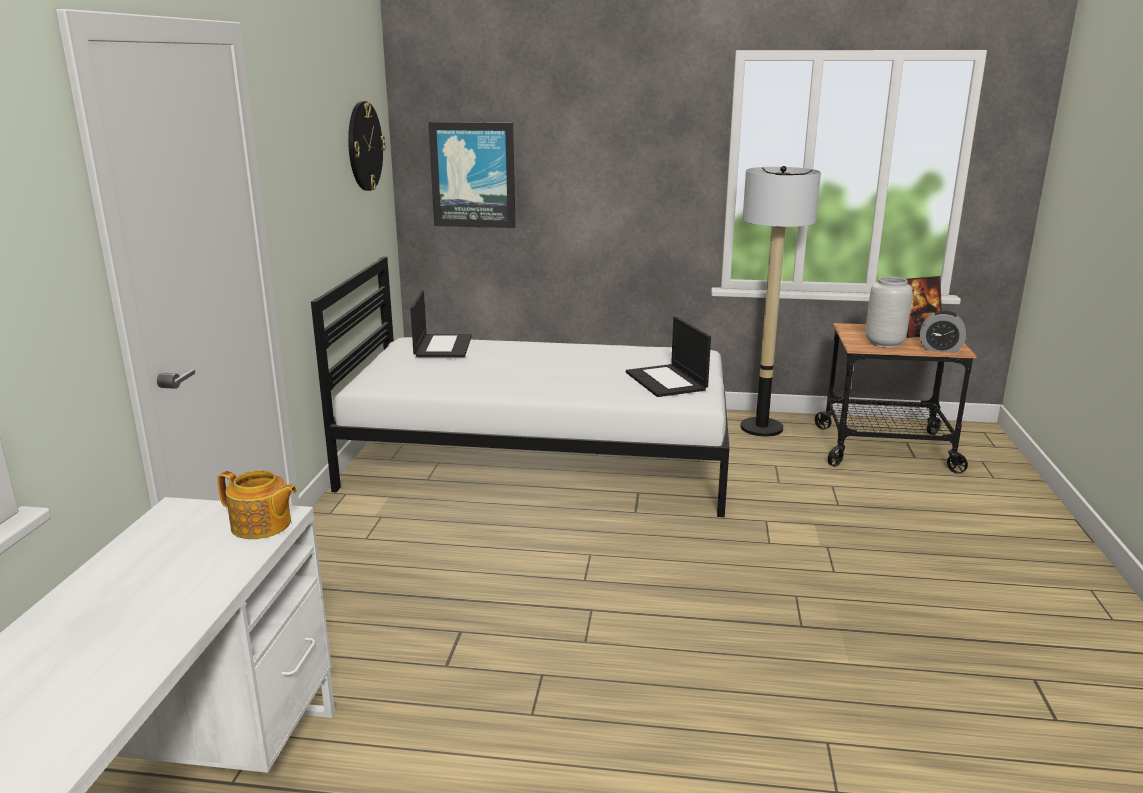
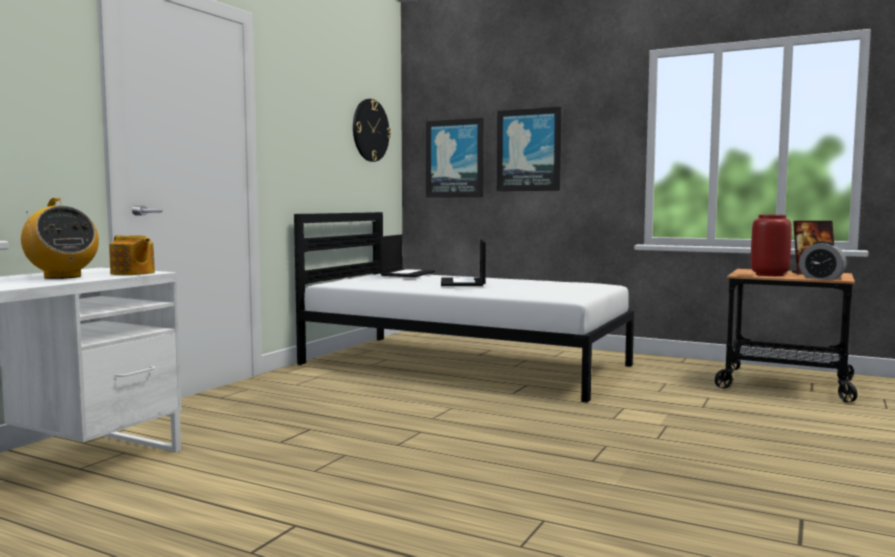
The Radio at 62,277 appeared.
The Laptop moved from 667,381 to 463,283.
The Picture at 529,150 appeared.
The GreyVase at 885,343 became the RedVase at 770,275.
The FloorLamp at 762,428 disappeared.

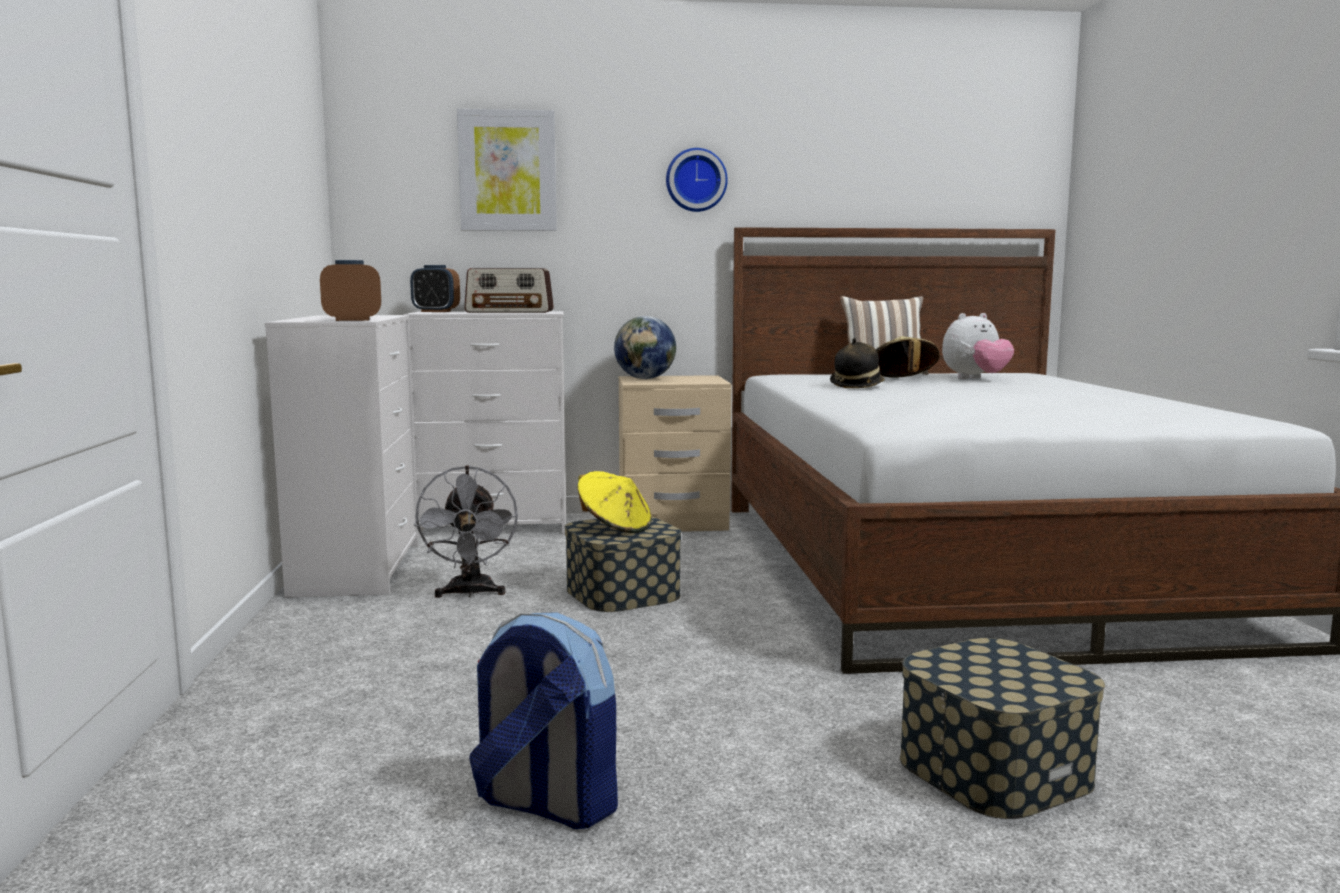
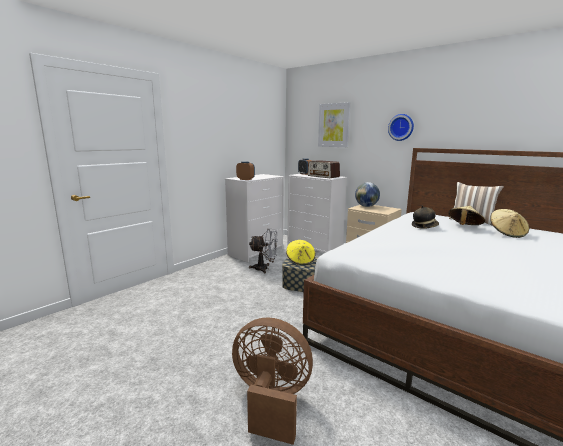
The StorageBox at 994,769 was replaced by the BrownFan at 271,401.
The GreyFan at 470,593 turned 120 degrees counterclockwise.
The PlushToy at 975,378 was replaced by the BeigeHat at 507,233.
The Backpack at 545,804 disappeared.

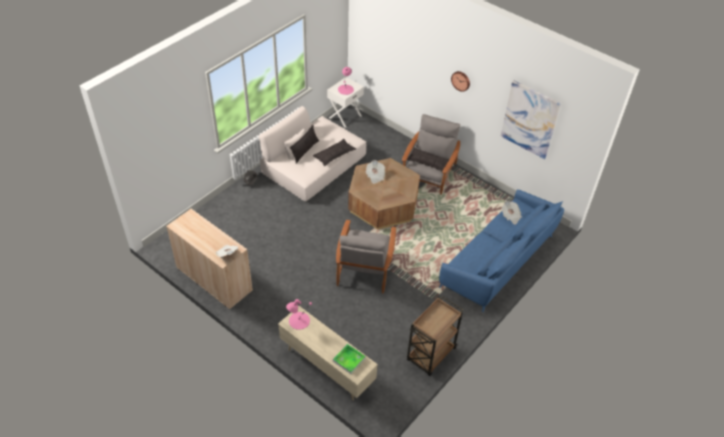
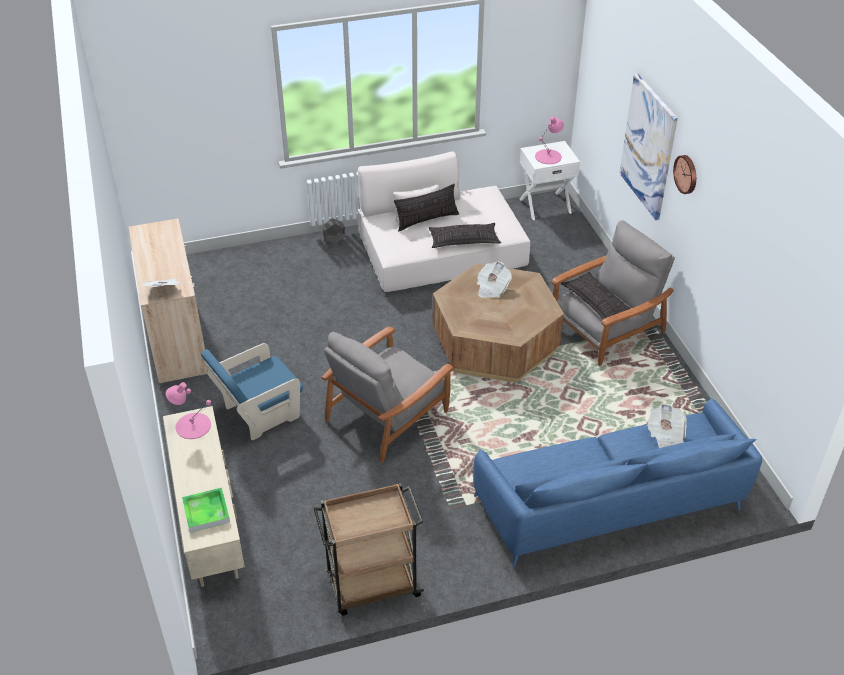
The BlueArmchair at 259,415 appeared.
The Picture moved from 530,119 to 648,147.

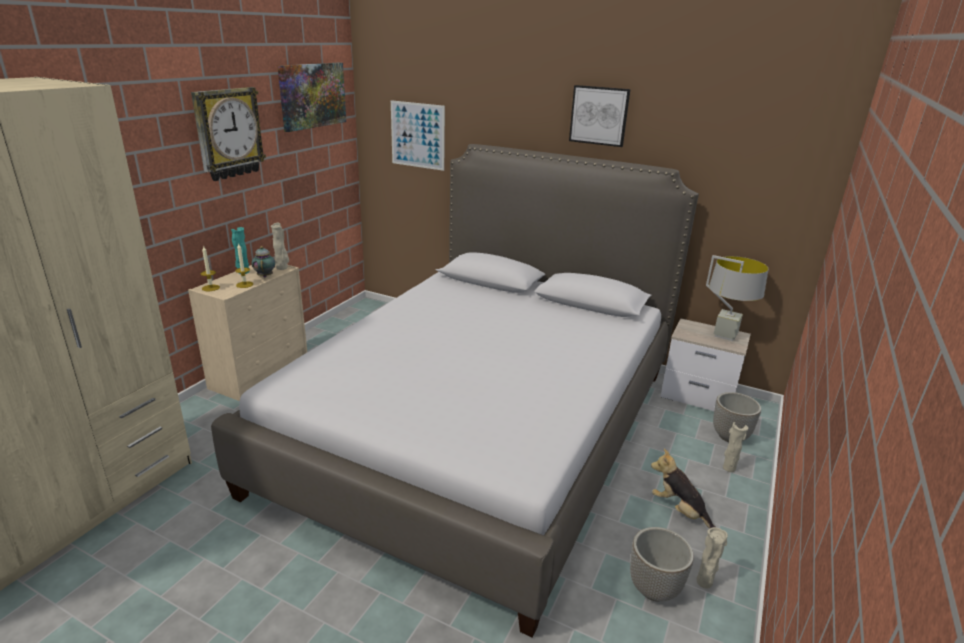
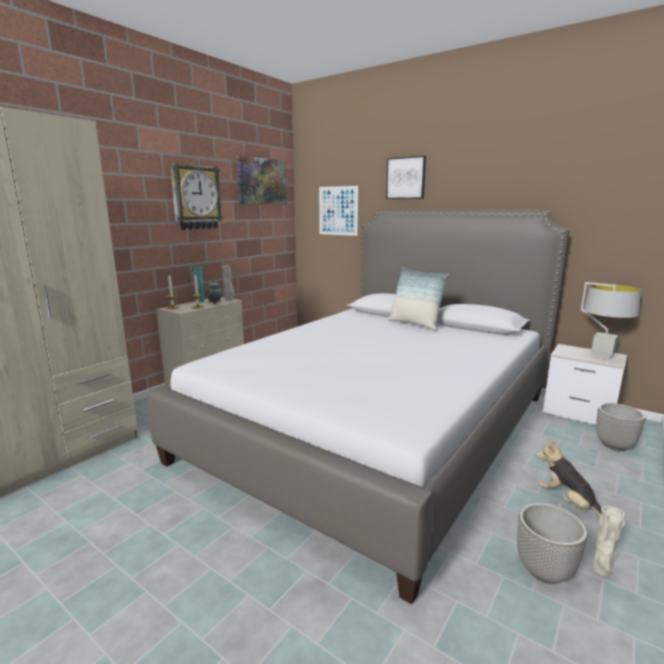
The Picture moved from 599,115 to 406,178.
The Pillow at 414,324 appeared.
The BeigeVase at 728,468 disappeared.

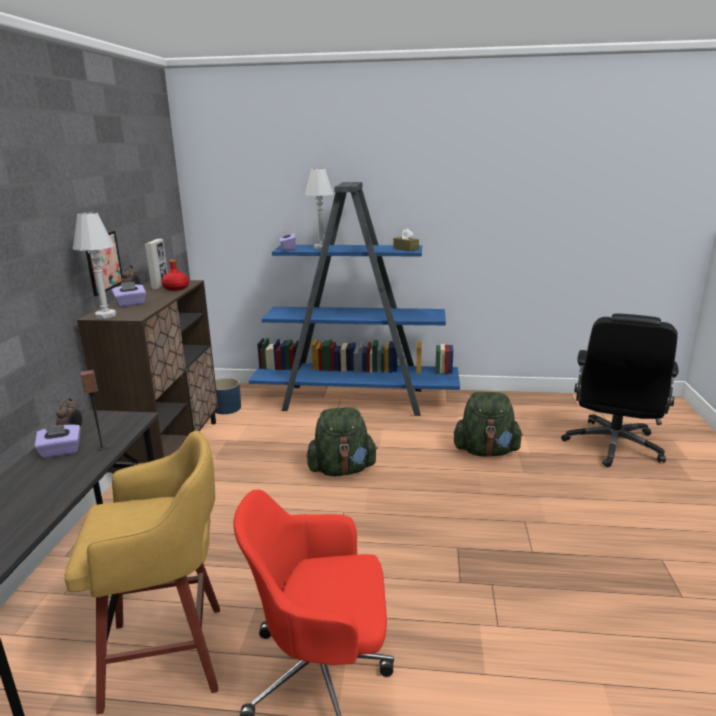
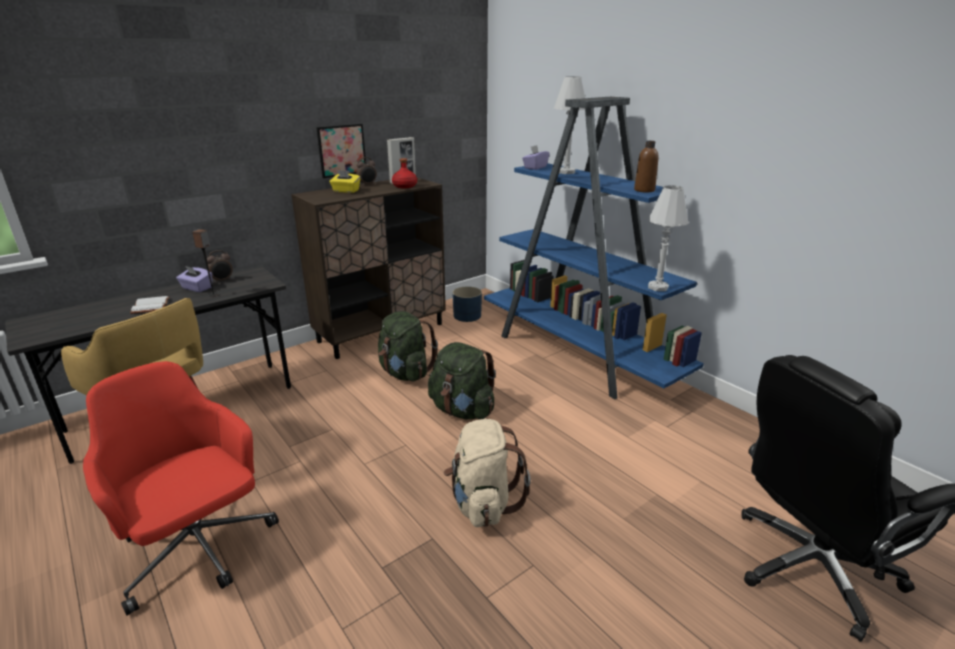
The WhiteBook at 152,306 appeared.
The PurpleTissueBox at 131,304 became the YellowTissueBox at 346,191.
The GreenBackpack moved from 486,451 to 405,373.
The BeigeBackpack at 483,503 appeared.
The BrownTissueBox at 406,249 was replaced by the BrownBottle at 644,190.
The WhiteTableLamp moved from 106,315 to 658,287.

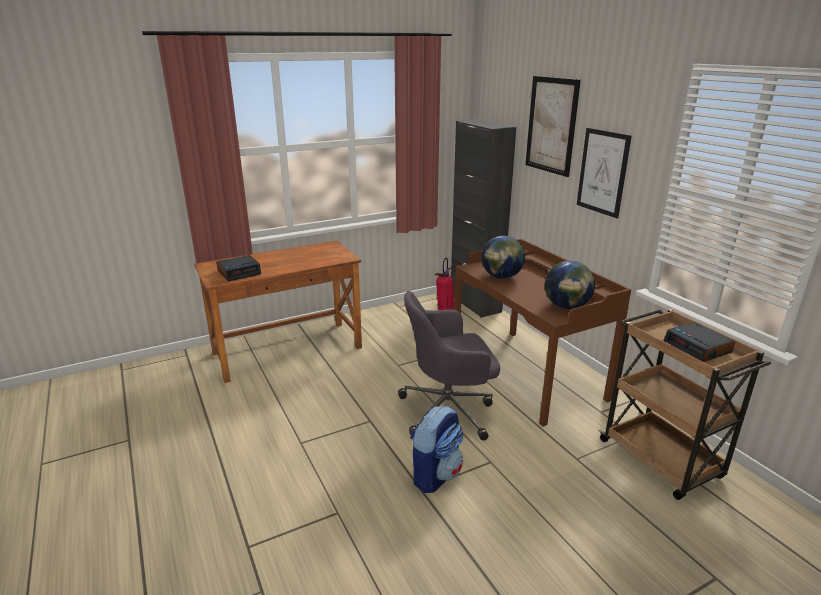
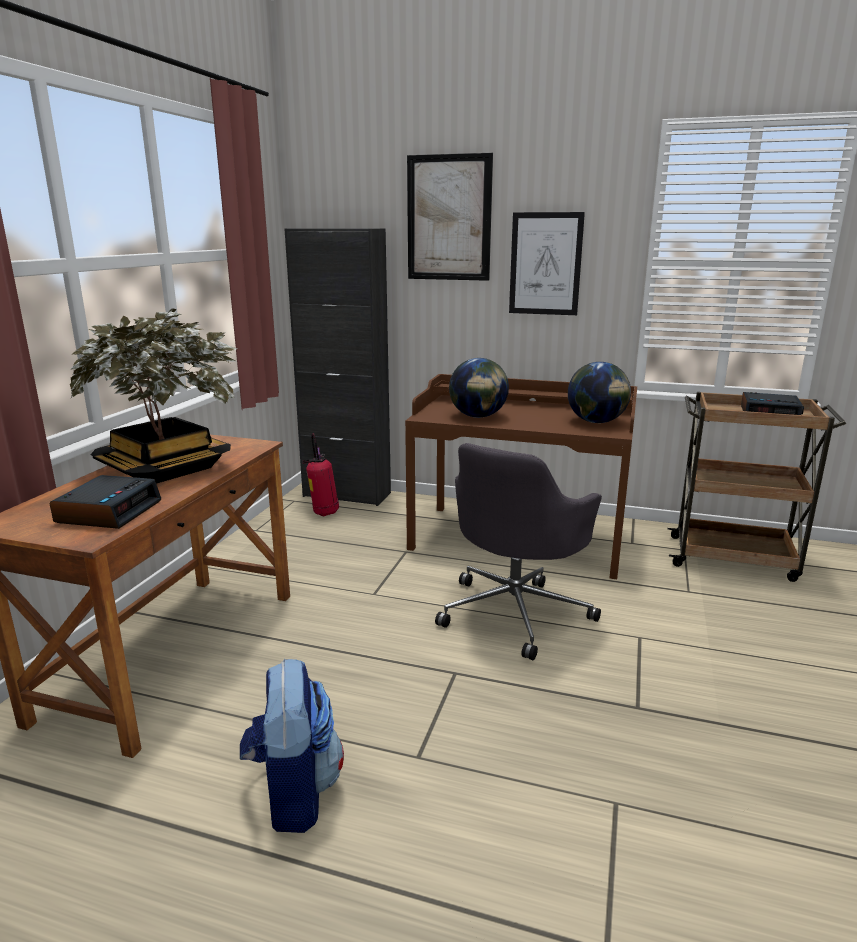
The PottedPlant at 164,468 appeared.
The Backpack moved from 435,474 to 293,792.

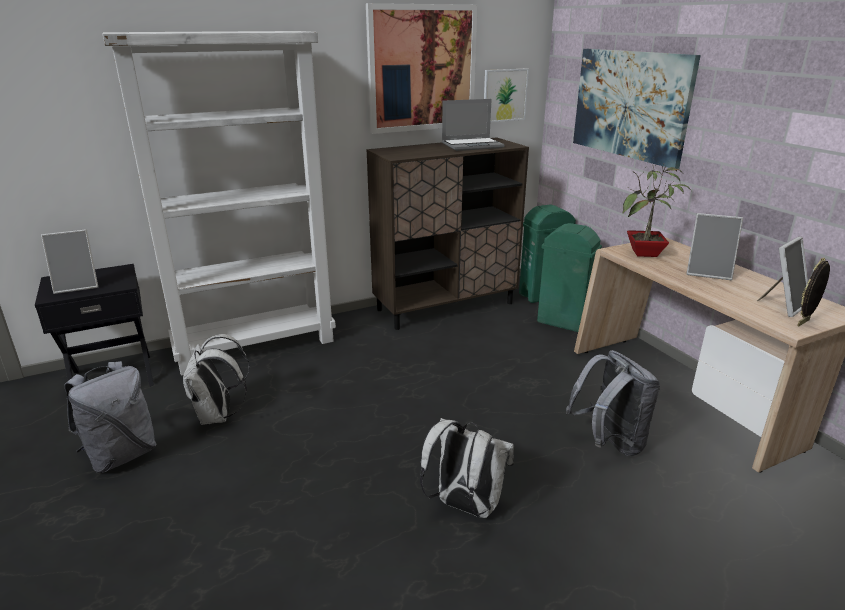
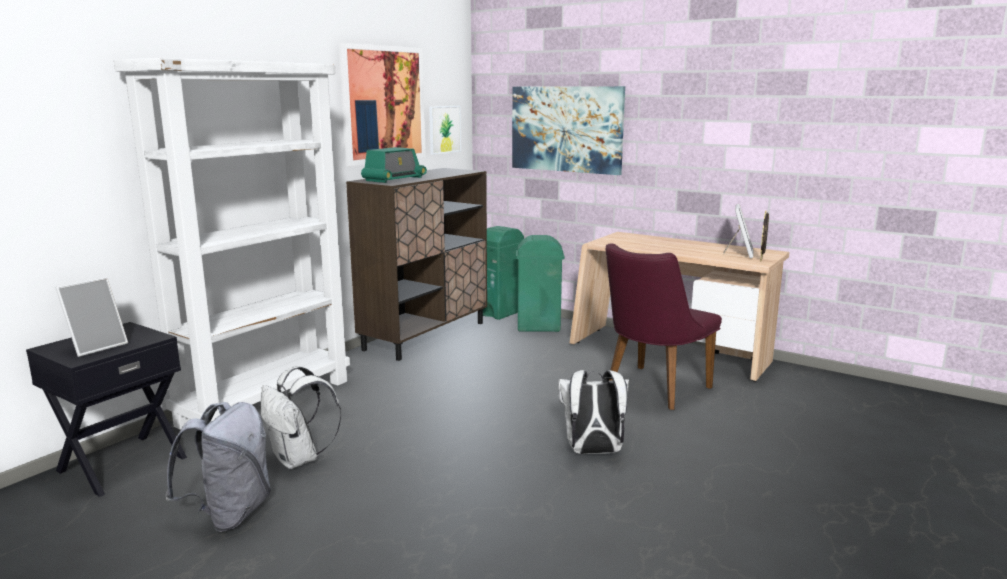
The Radio at 394,179 appeared.
The GreyBackpack at 609,443 was replaced by the PurpleChair at 651,390.
The Laptop at 472,145 disappeared.
The PottedPlant at 644,254 disappeared.
The PictureFrame at 708,272 disappeared.

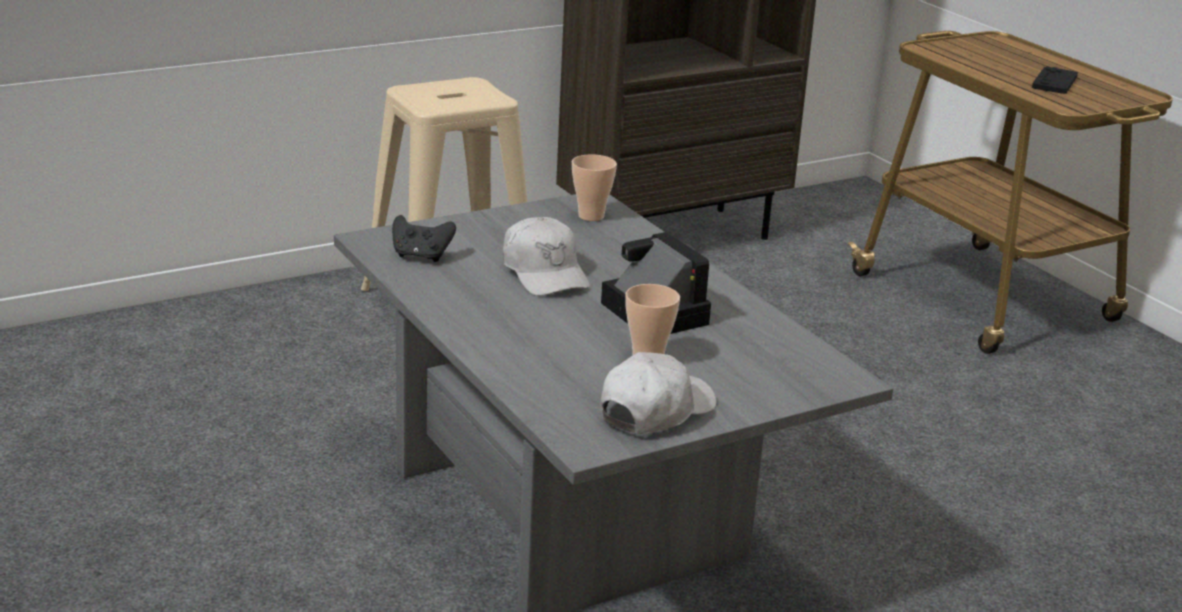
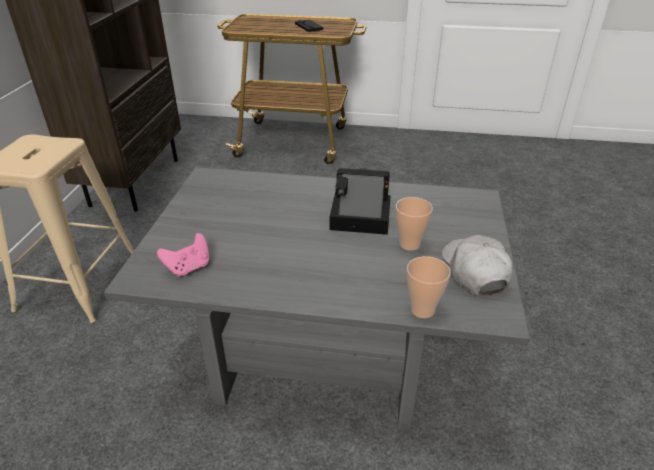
The BlackGameController at 421,256 became the PinkGameController at 189,268.
The Cup moved from 591,216 to 422,310.
The WhiteCap at 544,273 disappeared.

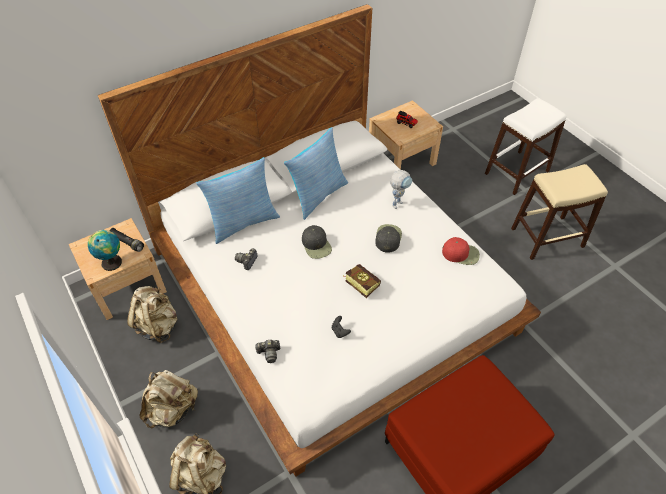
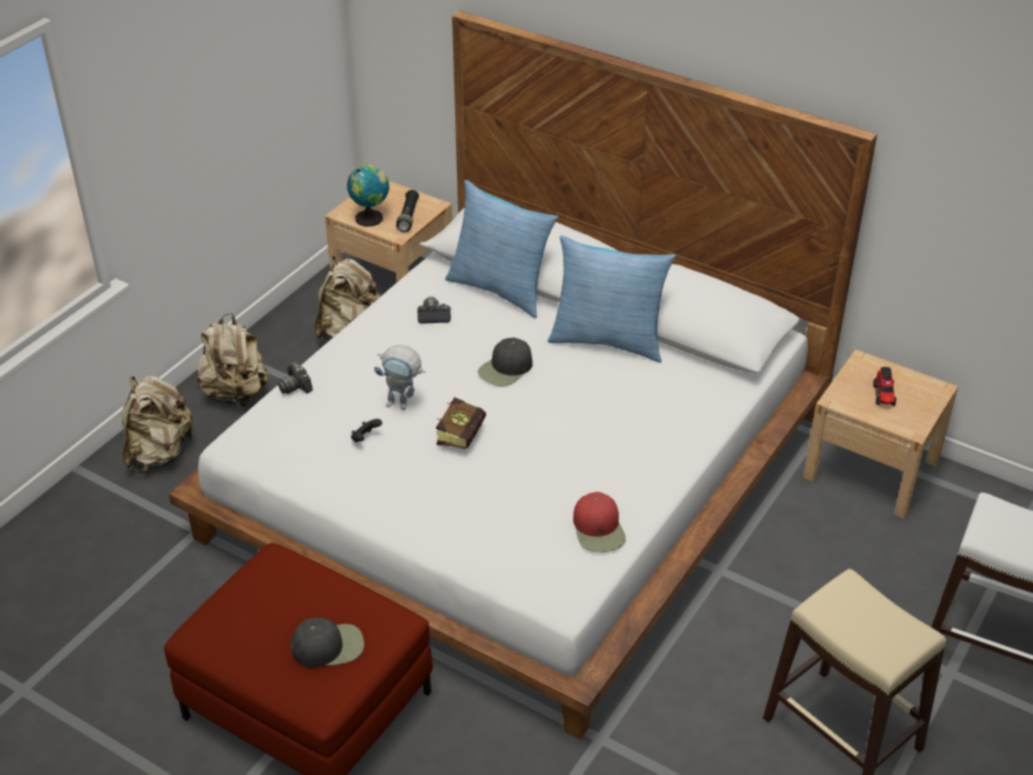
The BlackCap moved from 388,238 to 328,646.
The ToyRobot moved from 398,202 to 403,405.

